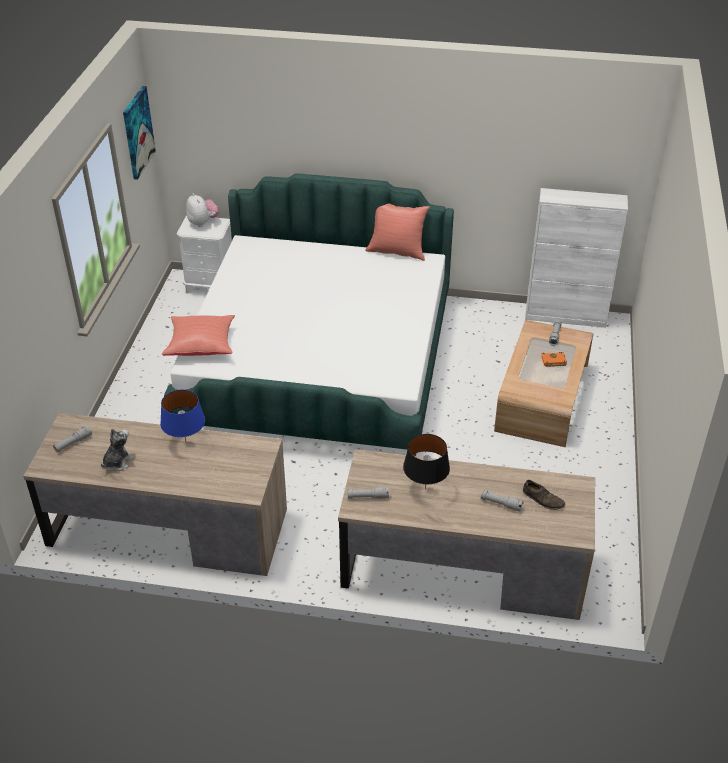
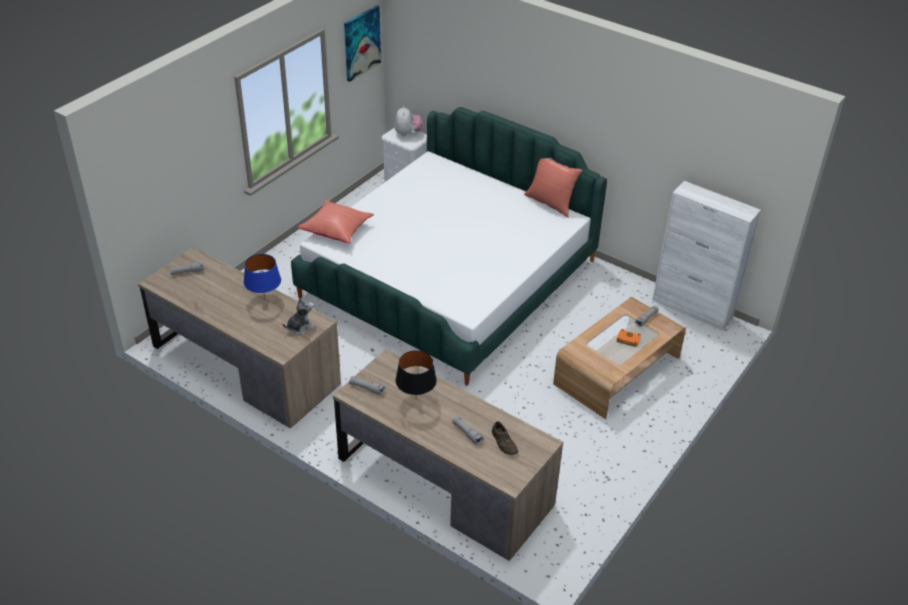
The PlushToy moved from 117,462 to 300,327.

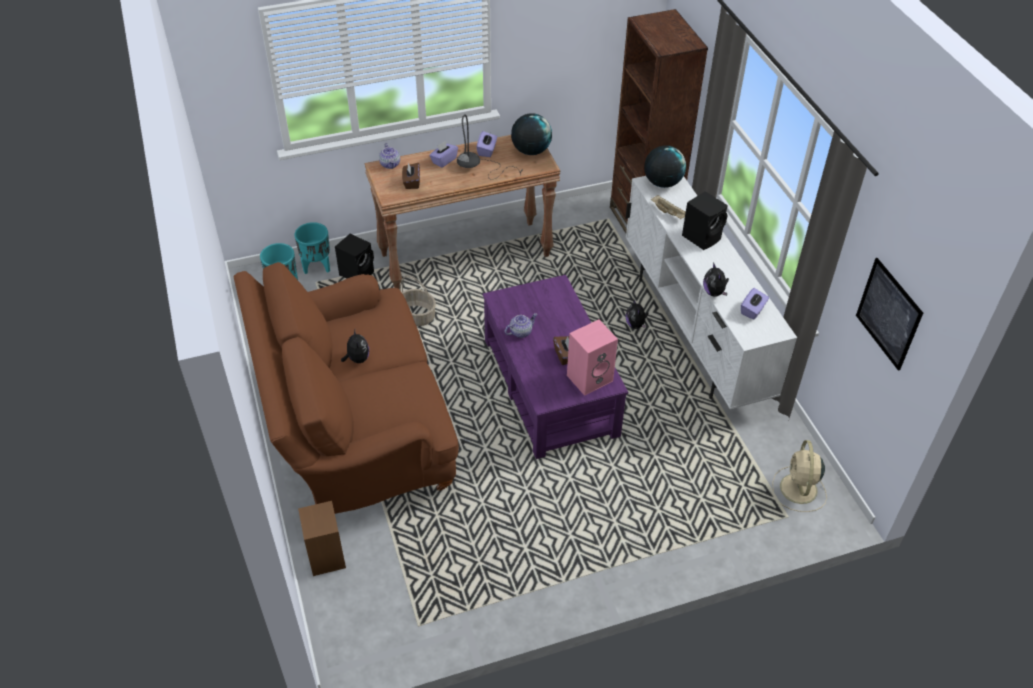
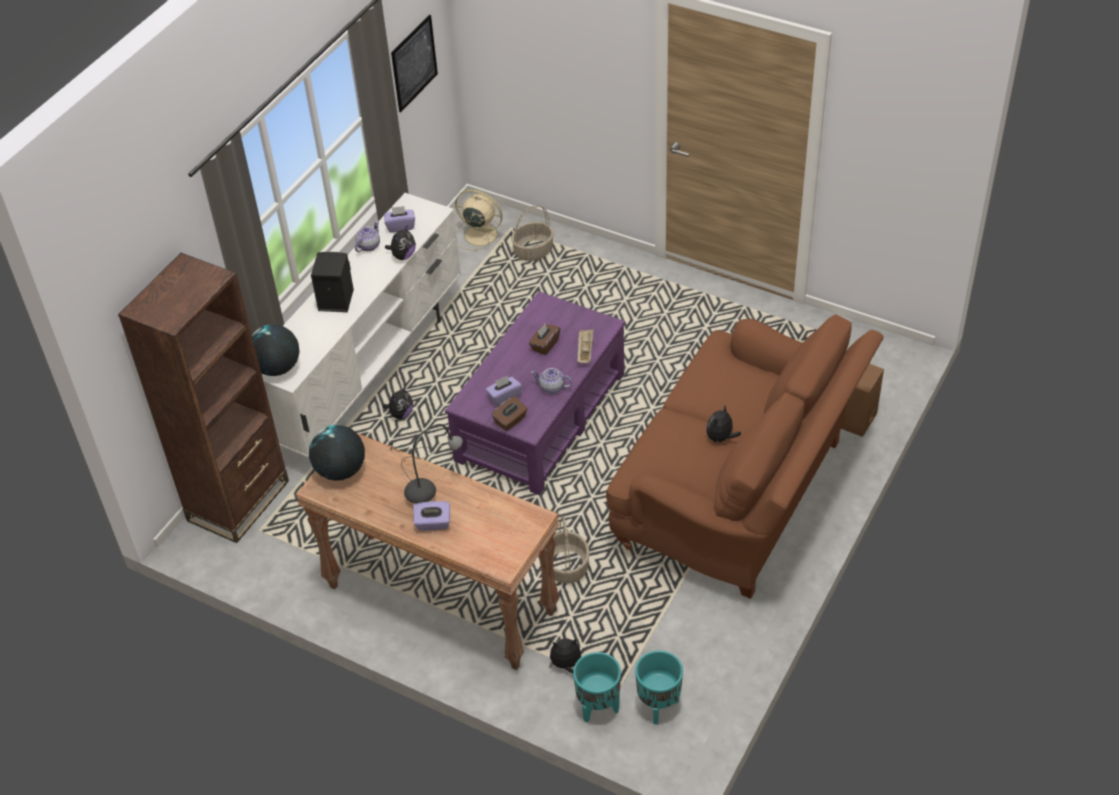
The Teapot moved from 390,164 to 368,245.
The BeigeFan at 798,490 turned 120 degrees counterclockwise.
The PurpleTissueBox moved from 487,150 to 504,397.
The BrownTissueBox moved from 411,182 to 510,421.
The Basket at 533,250 appeared.
The BlackSpeaker at 357,273 was replaced by the PlushToy at 566,665.
The BeigeTray moved from 668,213 to 585,351.
The PinkSpeaker at 590,377 disappeared.

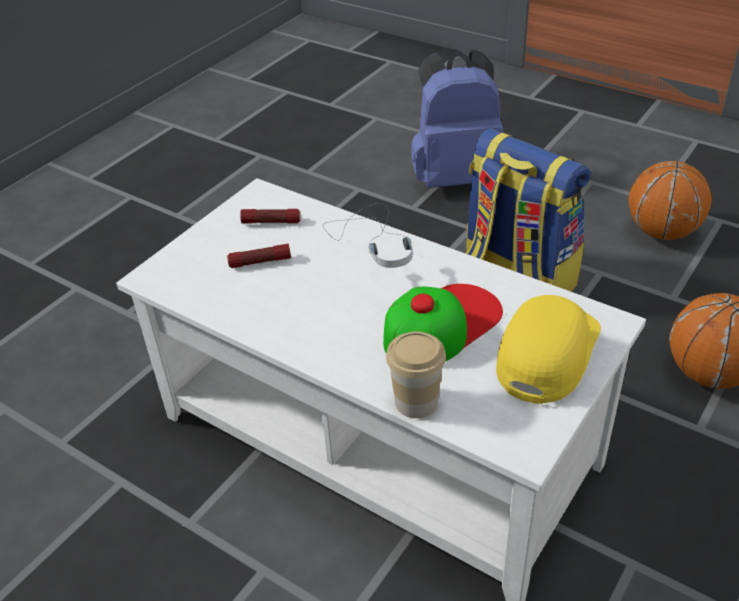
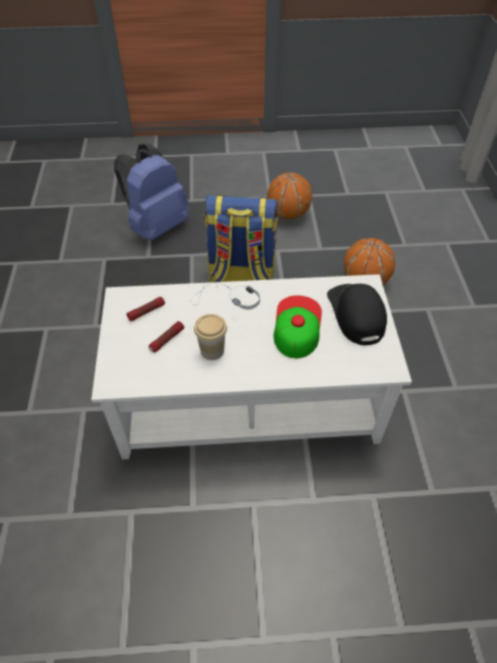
The Cup moved from 416,402 to 212,350.
The YellowCap at 546,352 became the BlackCap at 356,314.

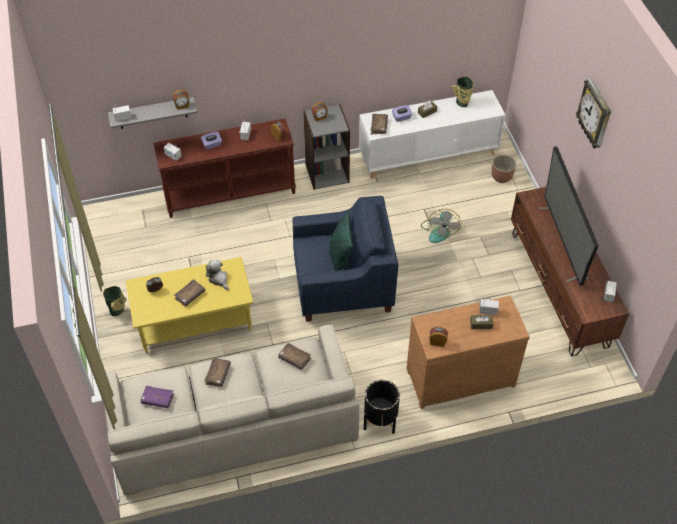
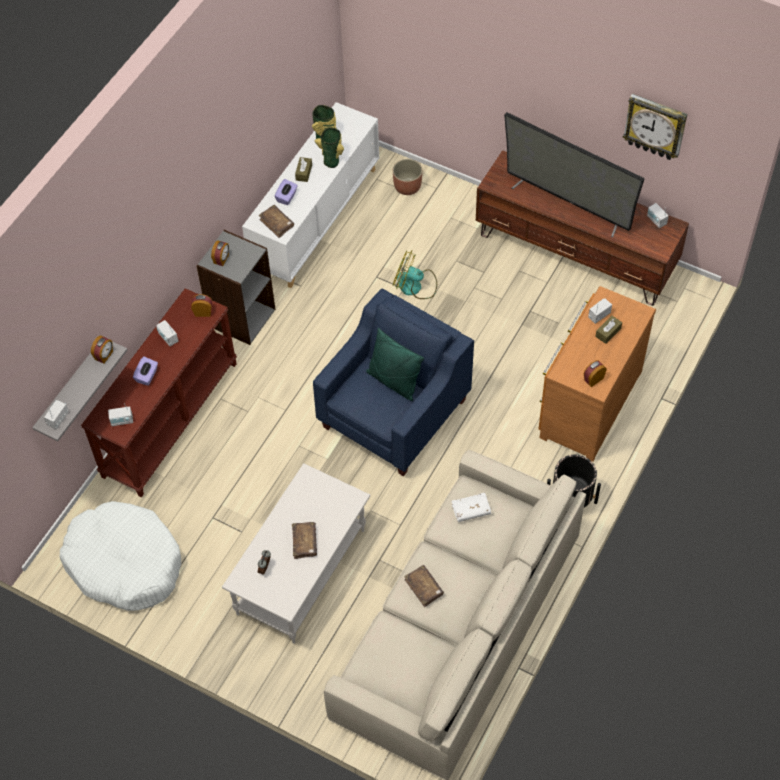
The WhiteDogBed at 124,563 appeared.
The YellowCoffeeTable at 194,322 became the WhiteCoffeeTable at 302,573.
The Vase moved from 117,310 to 332,160.
The Fan at 439,230 turned 150 degrees clockwise.
The BrownBook at 294,358 became the WhiteBook at 471,510.
The WallClock moved from 595,115 to 655,126.
The PurpleBook at 157,399 disappeared.
The PlushToy at 218,279 disappeared.

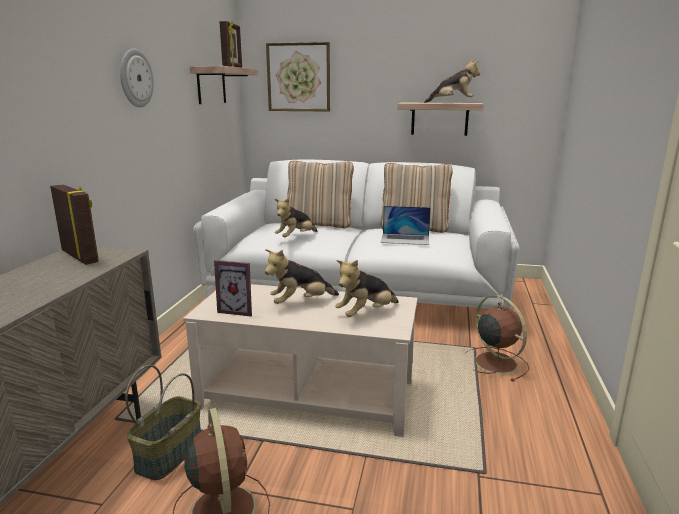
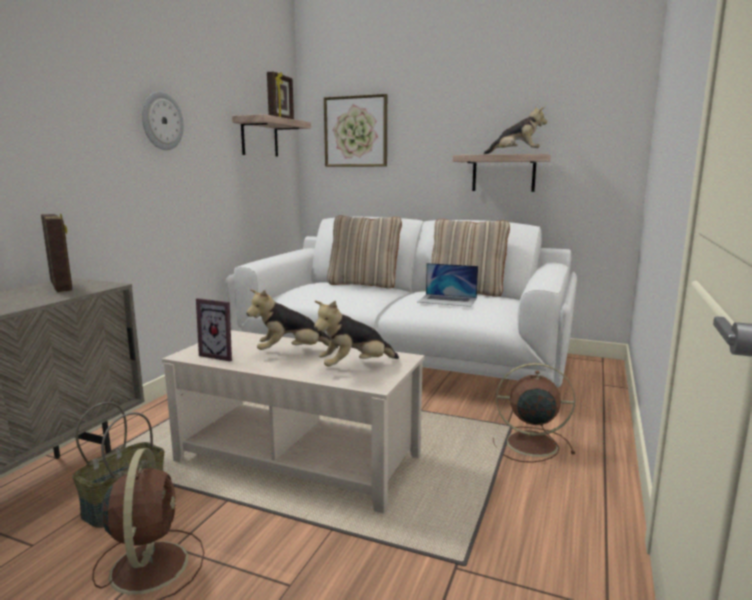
The BrownFan at 494,362 turned 60 degrees counterclockwise.
The PlushToy at 296,237 disappeared.

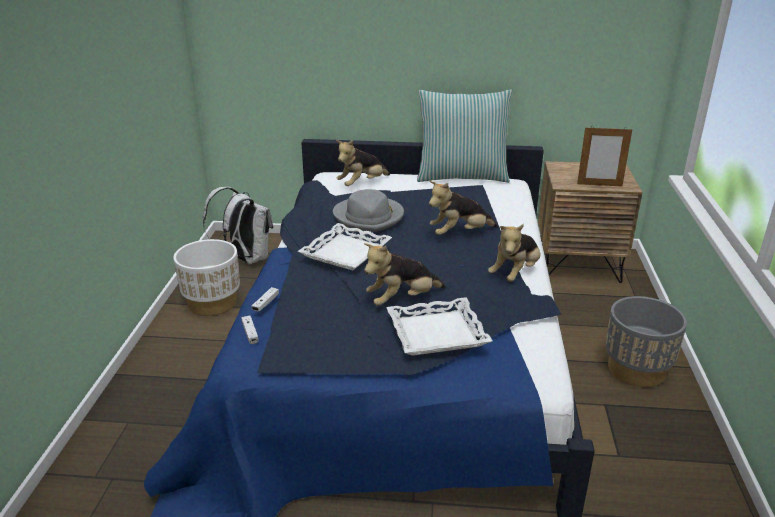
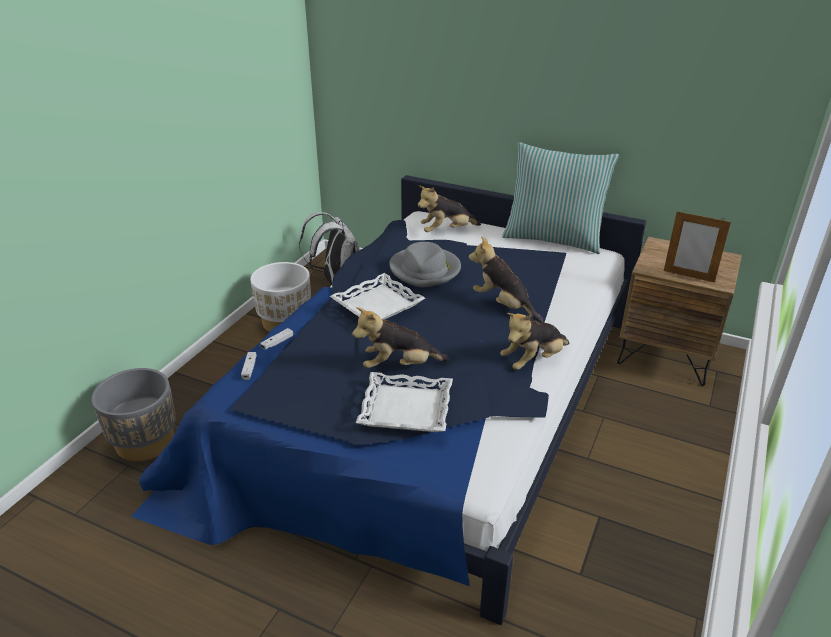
The GreyPlanter moved from 636,370 to 145,442.
The PlushToy at 459,234 turned 45 degrees clockwise.

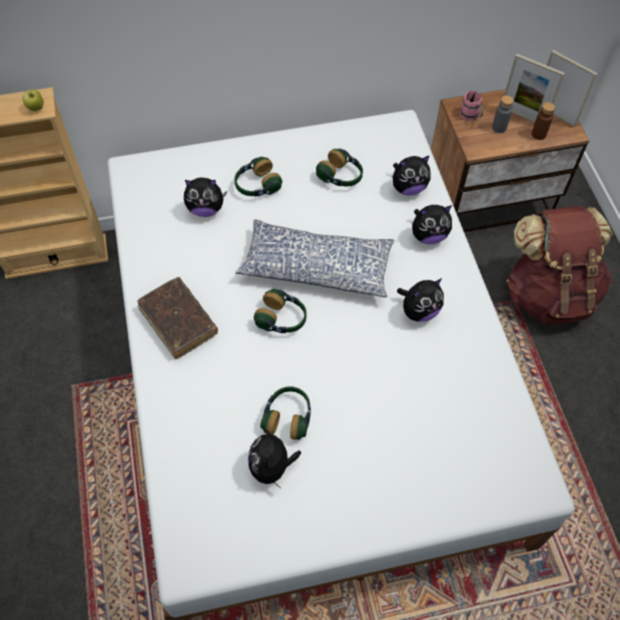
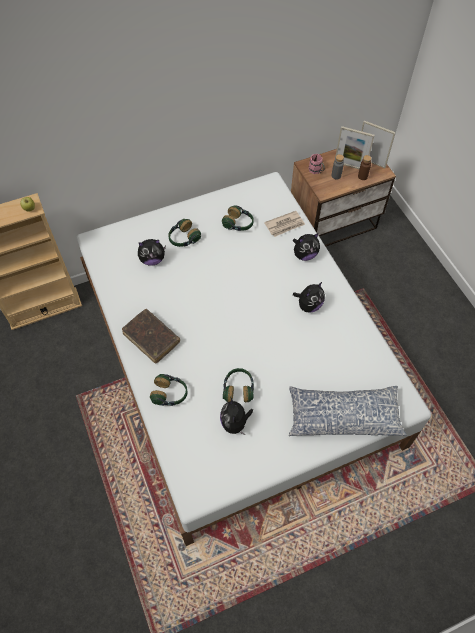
The Headphones moved from 282,319 to 170,394.
The PlushToy at 408,188 was replaced by the Newspaper at 285,225.
The Pillow moved from 316,266 to 343,415.
The BrownBackpack at 549,293 disappeared.

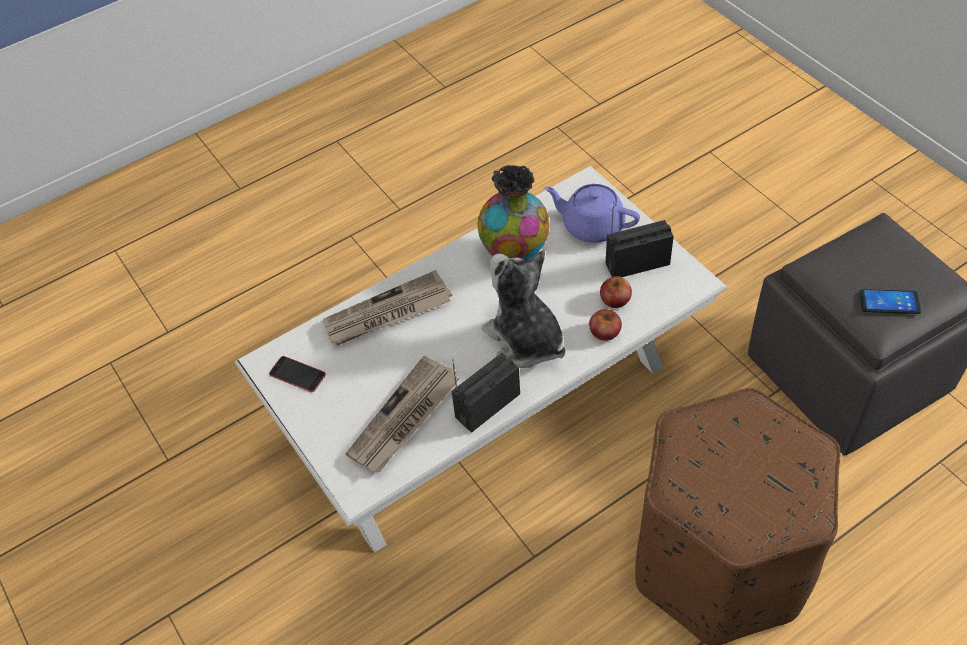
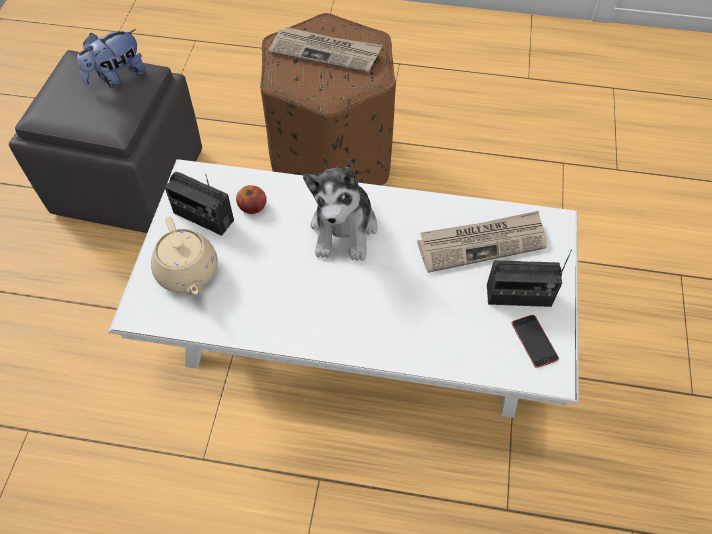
The Phone at 889,302 was replaced by the PlushToy at 117,77.
The PurpleTeapot at 591,225 became the BeigeTeapot at 188,272.
The Newspaper moved from 387,313 to 326,52.
The Radio moved from 487,405 to 518,296.
The Vase at 515,254 disappeared.
The Apple at 605,332 disappeared.

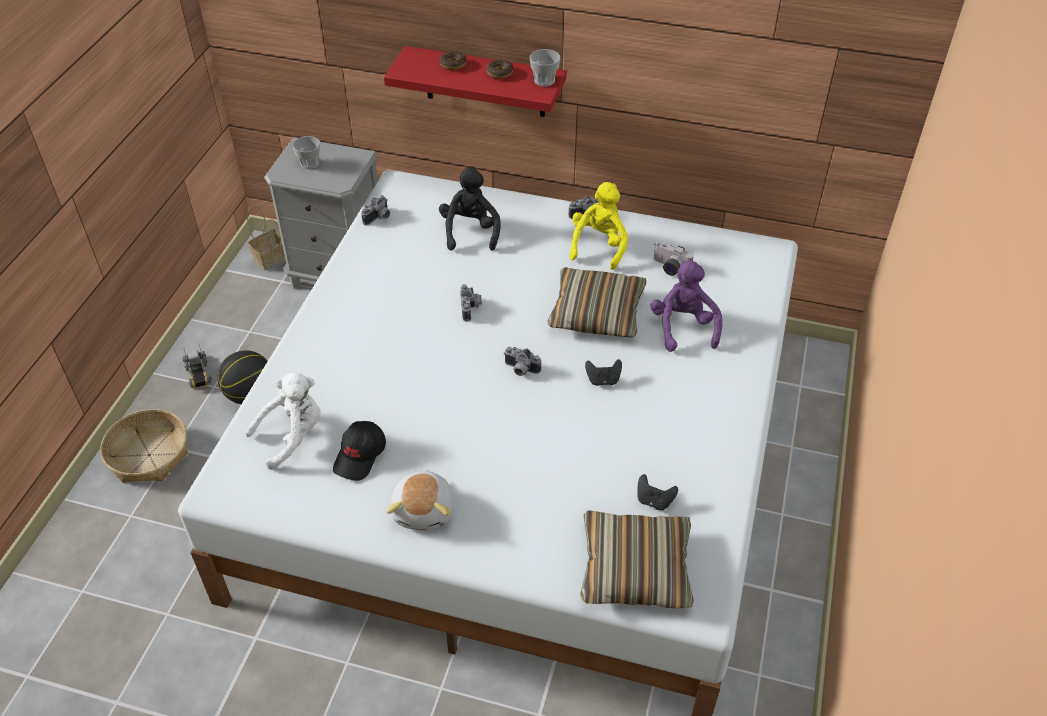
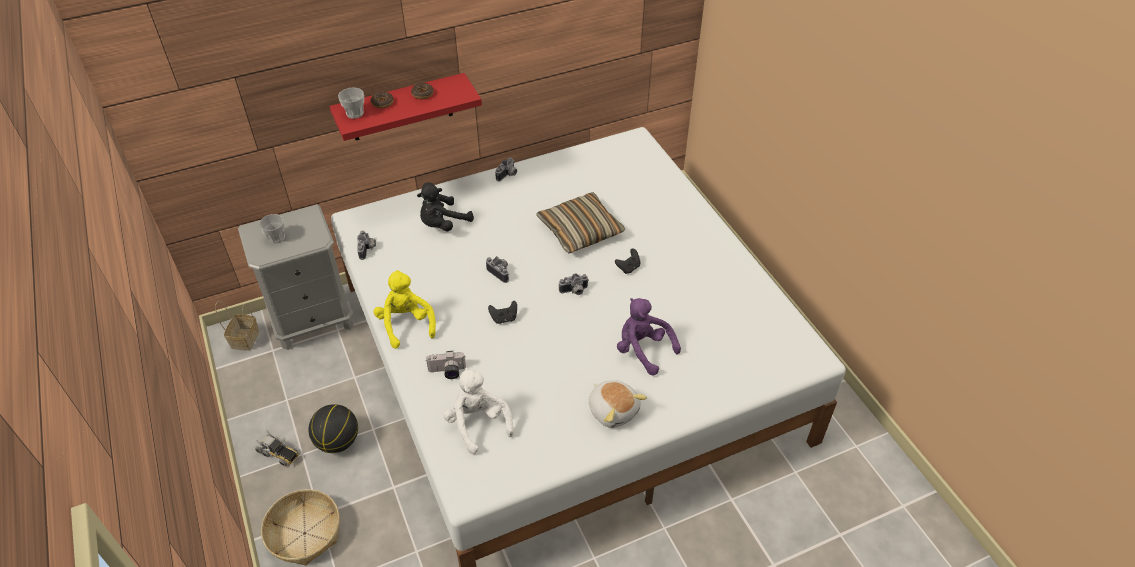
The Cup moved from 544,81 to 355,113.
The YellowPlushToy moved from 599,246 to 406,324.
The BlackPlushToy at 470,231 turned 90 degrees counterclockwise.
The PhotoCamera moved from 669,268 to 447,372.
The WhitePlushToy at 292,436 turned 45 degrees counterclockwise.
The BlackGameController moved from 654,501 to 504,318.
The PurplePlushToy moved from 683,327 to 643,350.
The BlackCap at 360,456 disappeared.
The Pillow at 635,569 disappeared.

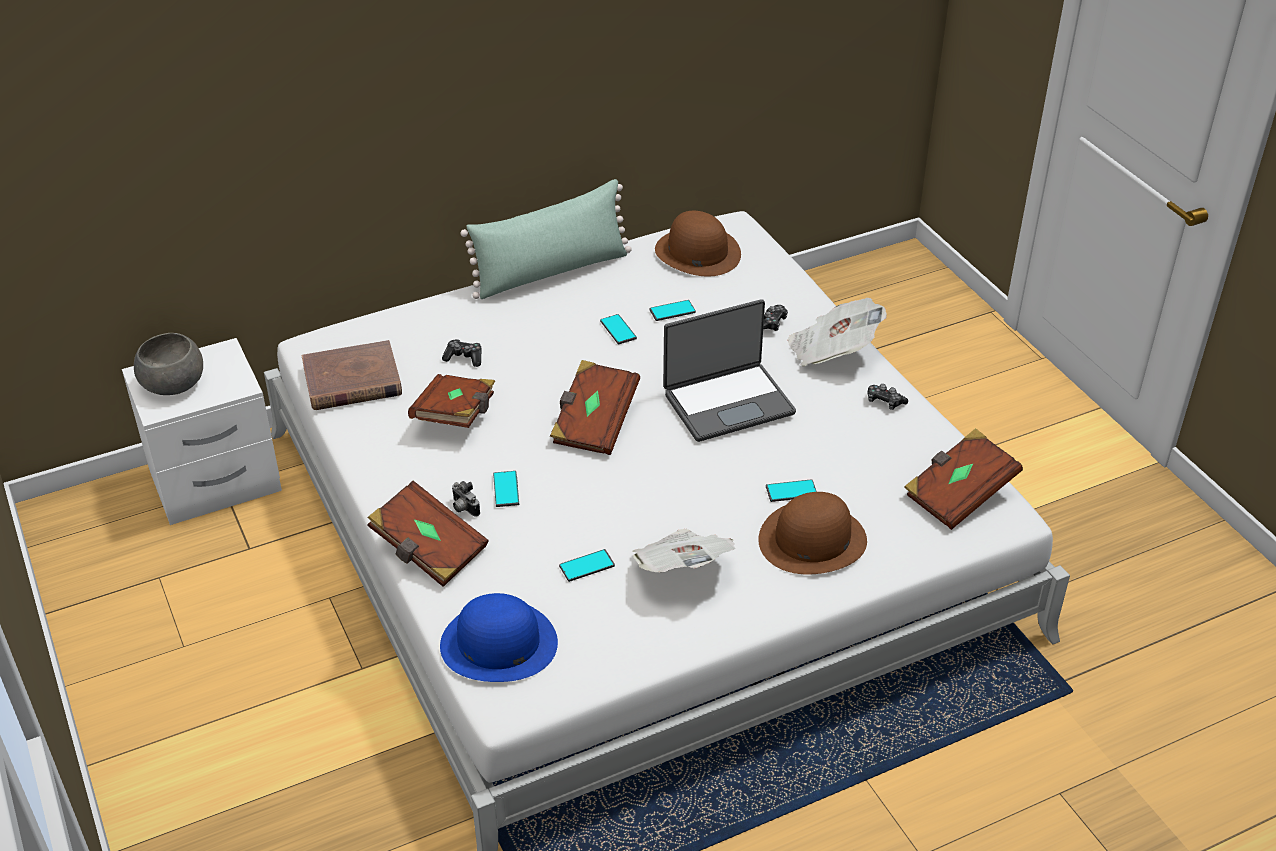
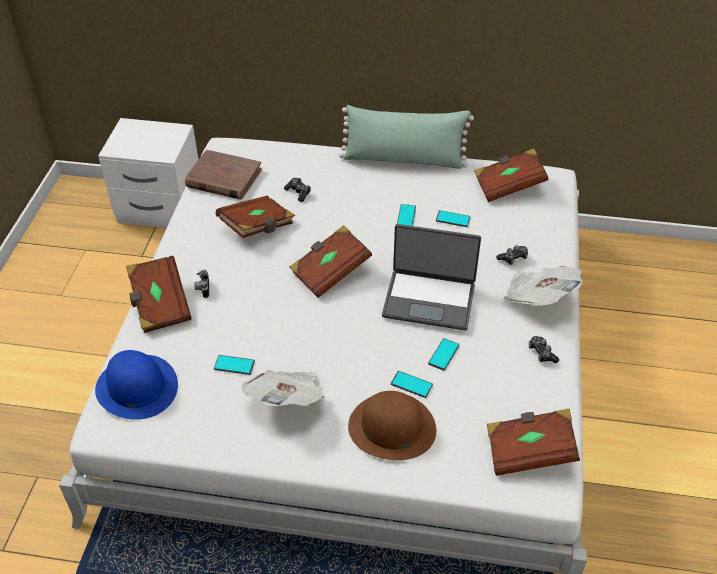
The Phone moved from 506,489 to 443,354.
The BrownHat at 697,252 was replaced by the BrownBook at 508,186.
The GreyBowl at 172,383 disappeared.

